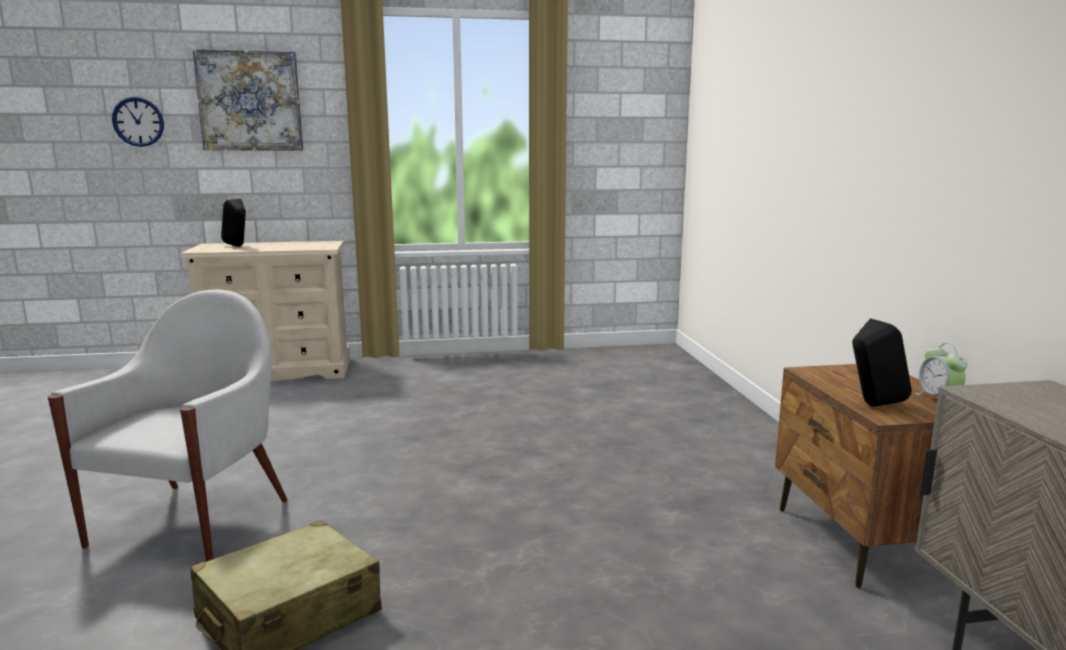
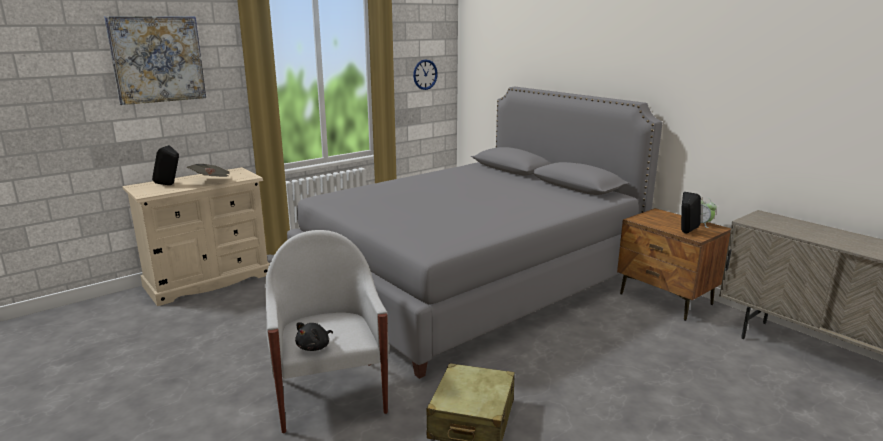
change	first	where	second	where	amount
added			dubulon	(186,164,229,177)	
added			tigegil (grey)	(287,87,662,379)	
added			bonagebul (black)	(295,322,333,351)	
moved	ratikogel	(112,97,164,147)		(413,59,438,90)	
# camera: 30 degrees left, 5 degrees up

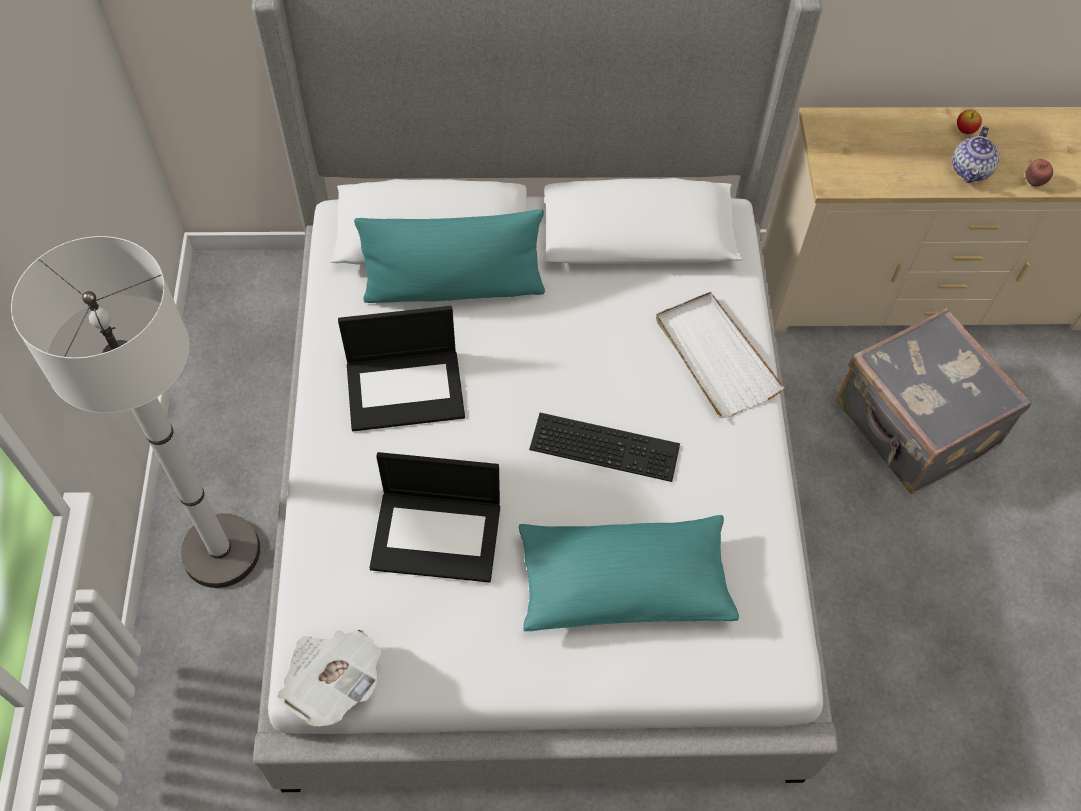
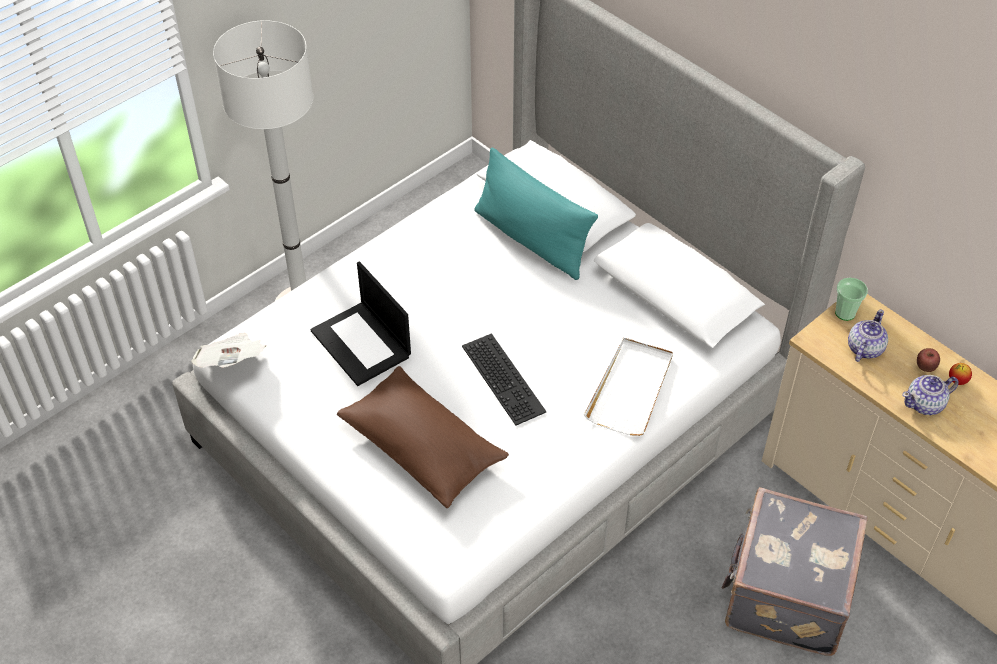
change	first	where	second	where	amount
removed	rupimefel	(338,306,465,431)			
added			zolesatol	(835,278,868,321)	
added			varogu	(848,310,888,362)	
moved	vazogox	(1025,159,1053,187)		(917,348,940,372)	
recoloured	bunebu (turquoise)	(519,515,739,631)	bunebu (brown)	(337,366,509,508)	
# camera: 50 degrees right, 10 degrees down

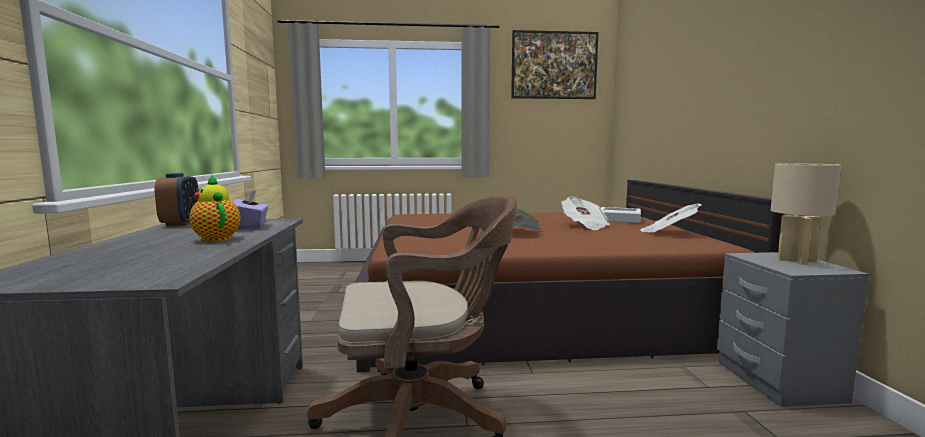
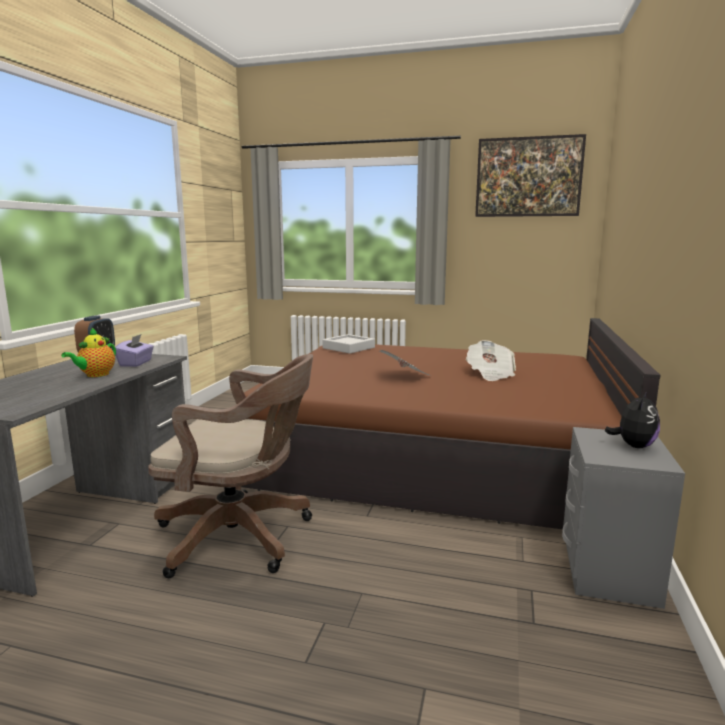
change	first	where	second	where	amount
removed	dubulon	(640,203,702,233)			
moved	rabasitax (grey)	(601,207,641,223)		(322,334,375,354)	
replaced	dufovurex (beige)	(771,163,841,265)	bonagebul	(605,391,660,448)	
turned	varogu	(189,175,241,242)		(61,328,116,377)	135 degrees counterclockwise
# camera: 20 degrees right, 5 degrees up

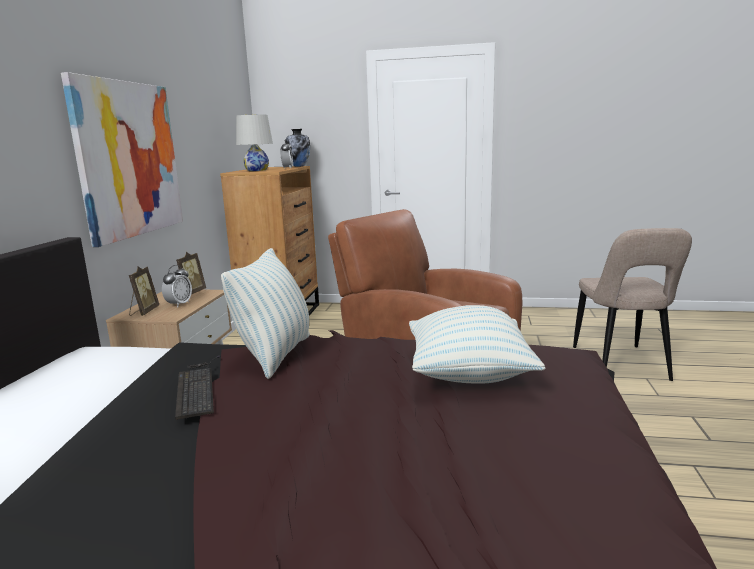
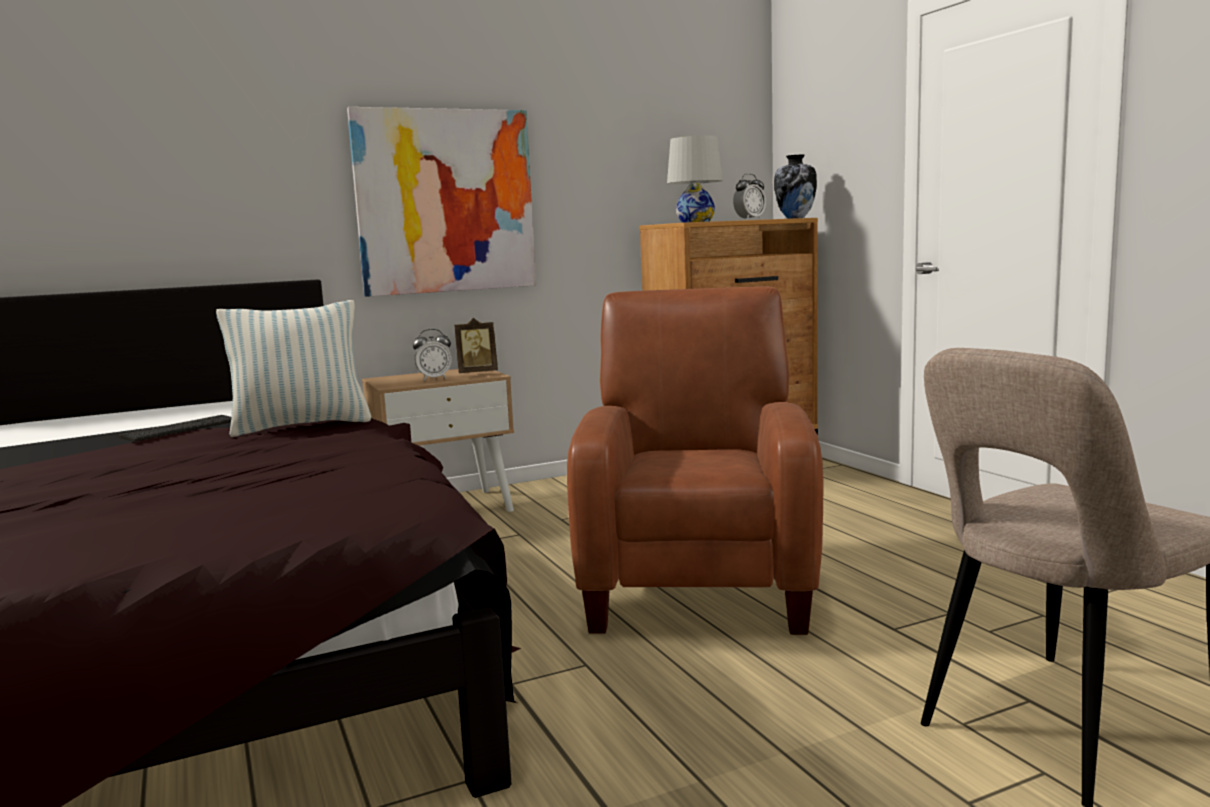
change	first	where	second	where	amount
removed	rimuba	(129,266,159,316)			
removed	bunebu	(409,305,546,384)			
# camera: 55 degrees right, 5 degrees down

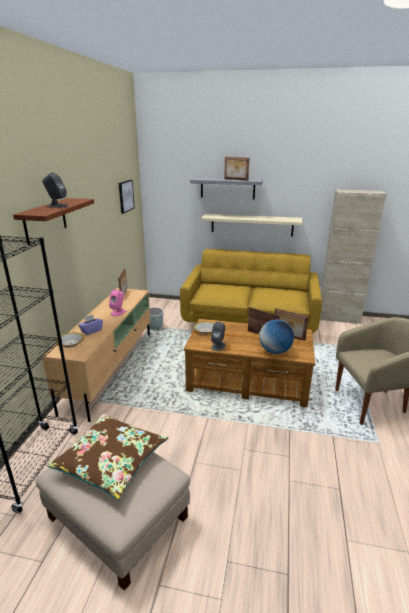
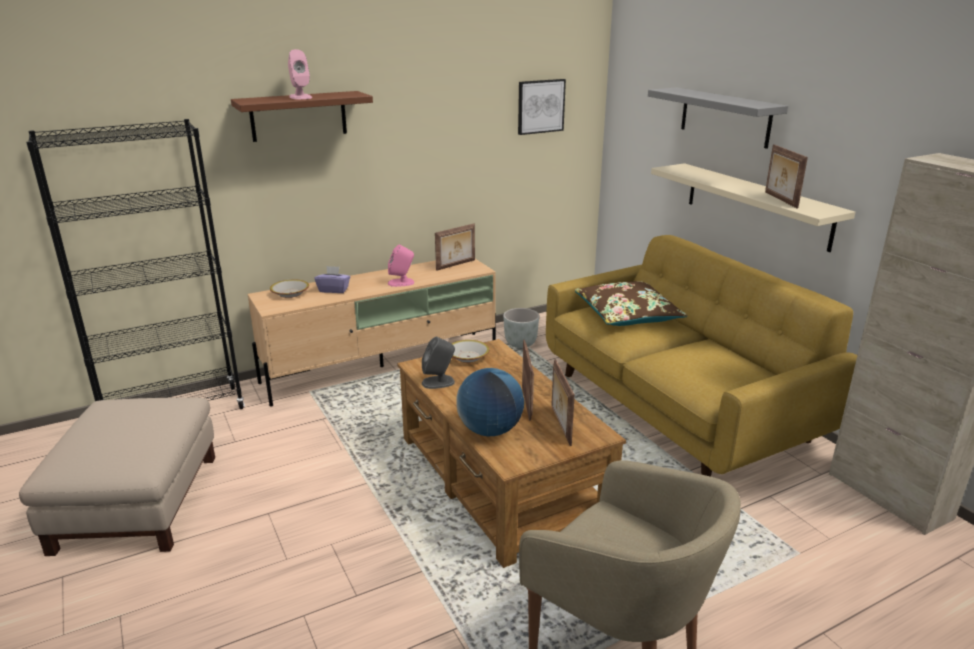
change	first	where	second	where	amount
moved	bunebu (brown)	(46,414,168,500)		(575,281,688,326)	
moved	rimuba	(224,157,249,181)		(765,144,808,208)	
recoloured	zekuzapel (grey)	(42,172,68,208)	zekuzapel (pink)	(288,49,312,99)	
# camera: 50 degrees right, 0 degrees up

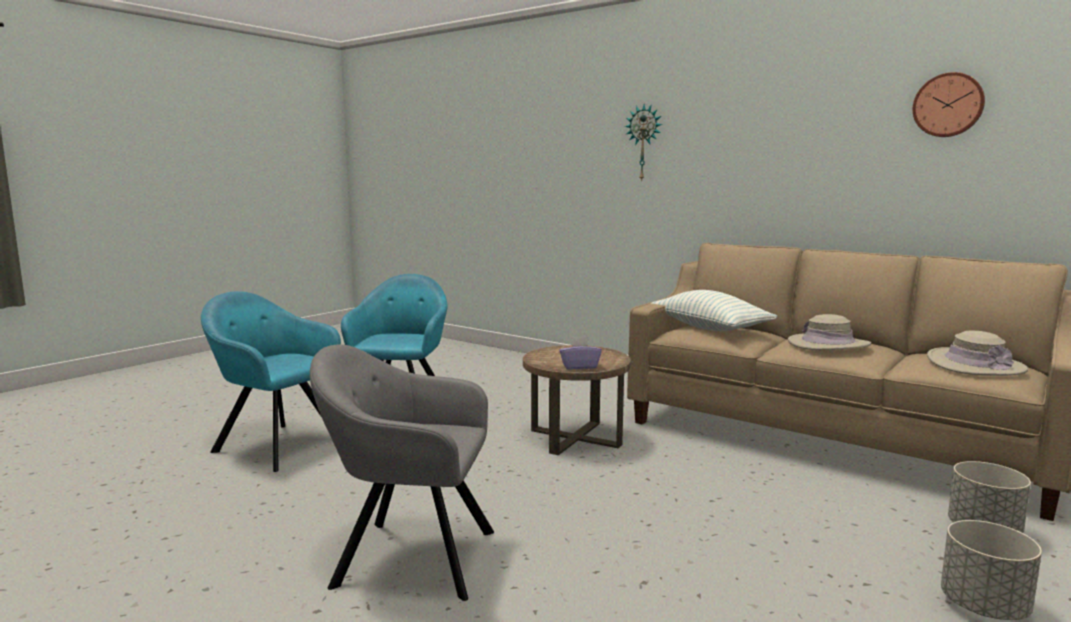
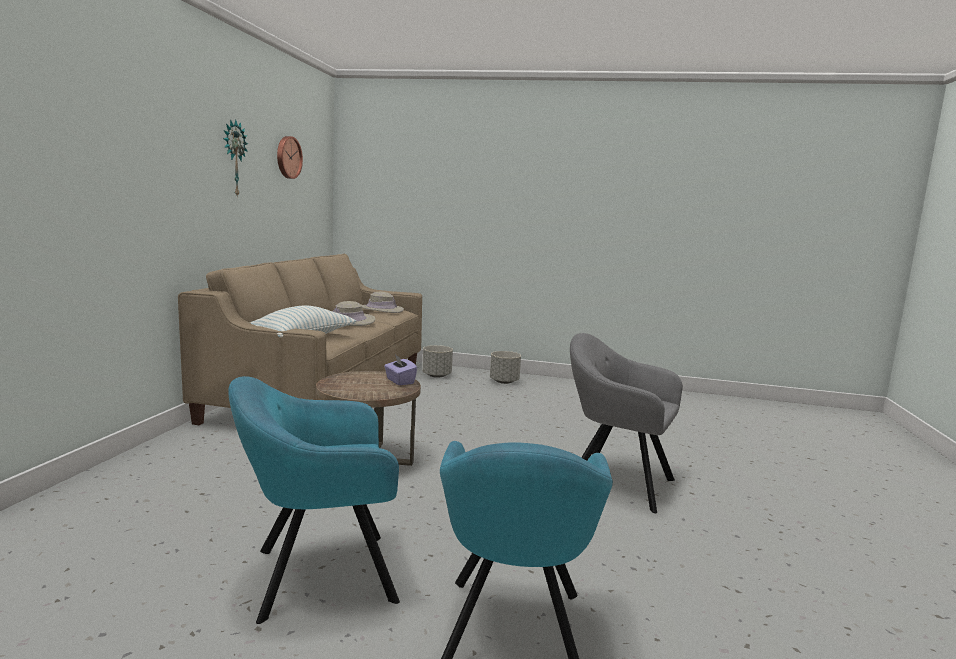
change	first	where	second	where	amount
moved	ratikogel	(625,104,663,182)		(223,119,248,198)	
turned	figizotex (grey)	(310,345,494,601)		(570,333,683,513)	135 degrees clockwise
# camera: 115 degrees left, 0 degrees up

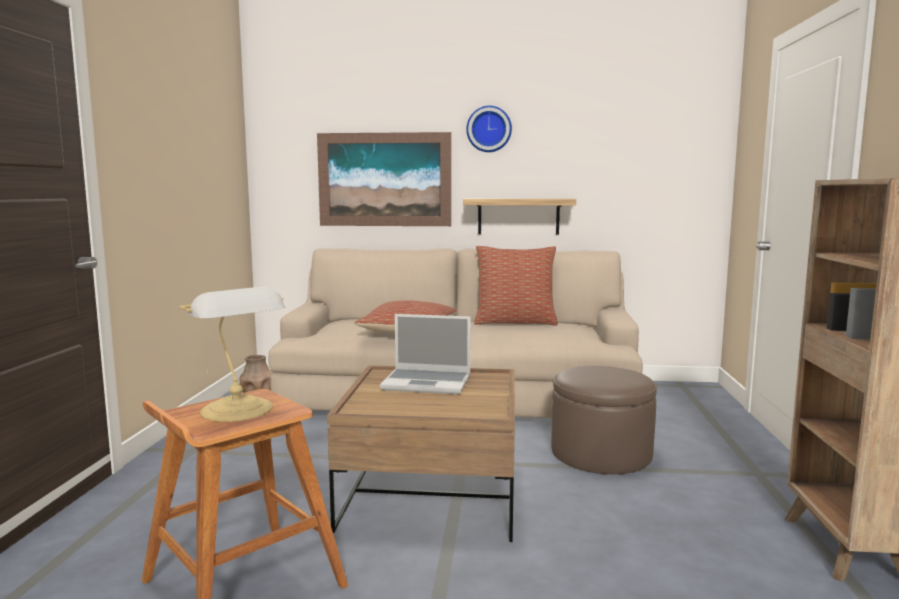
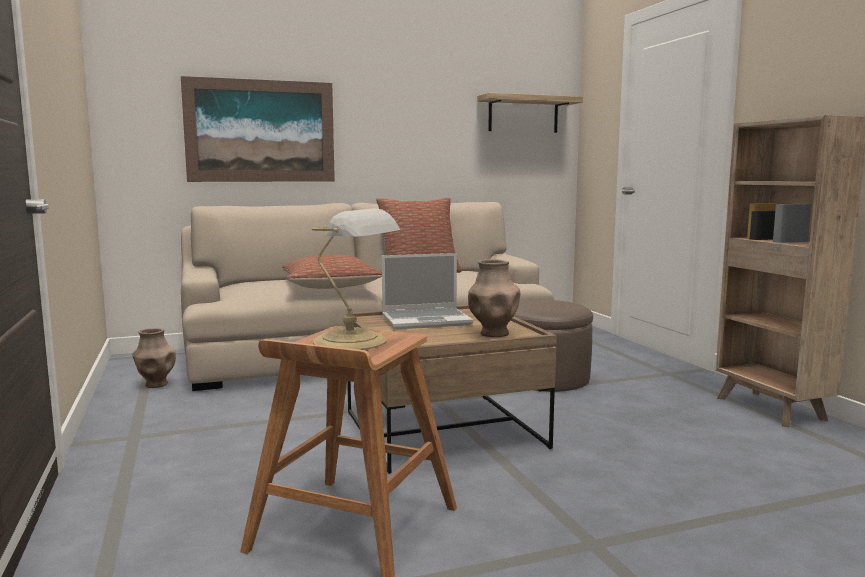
change	first	where	second	where	amount
removed	ratikogel	(466,106,512,152)			
added			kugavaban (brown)	(468,259,520,337)	
moved	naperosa	(463,198,576,235)		(477,93,583,133)	
# camera: 25 degrees left, 0 degrees up

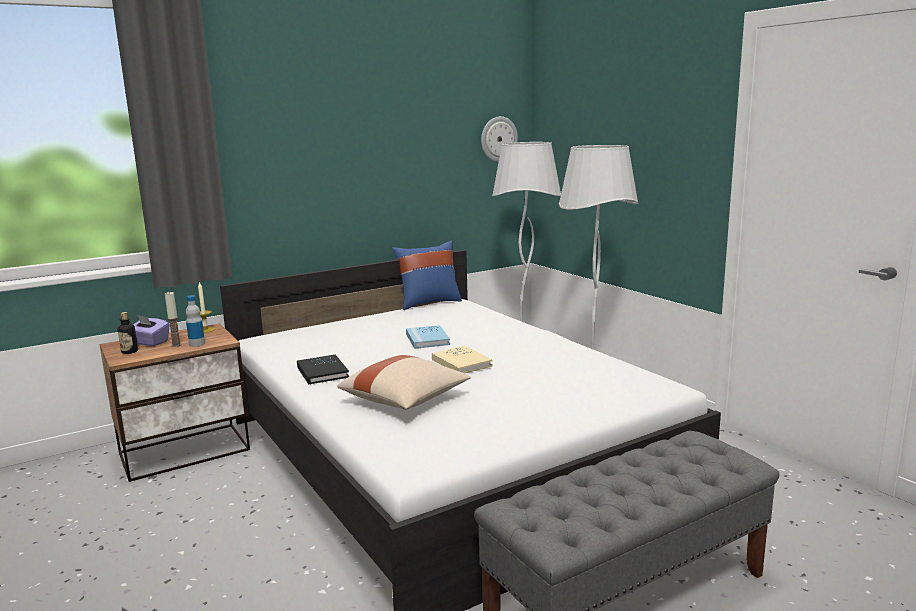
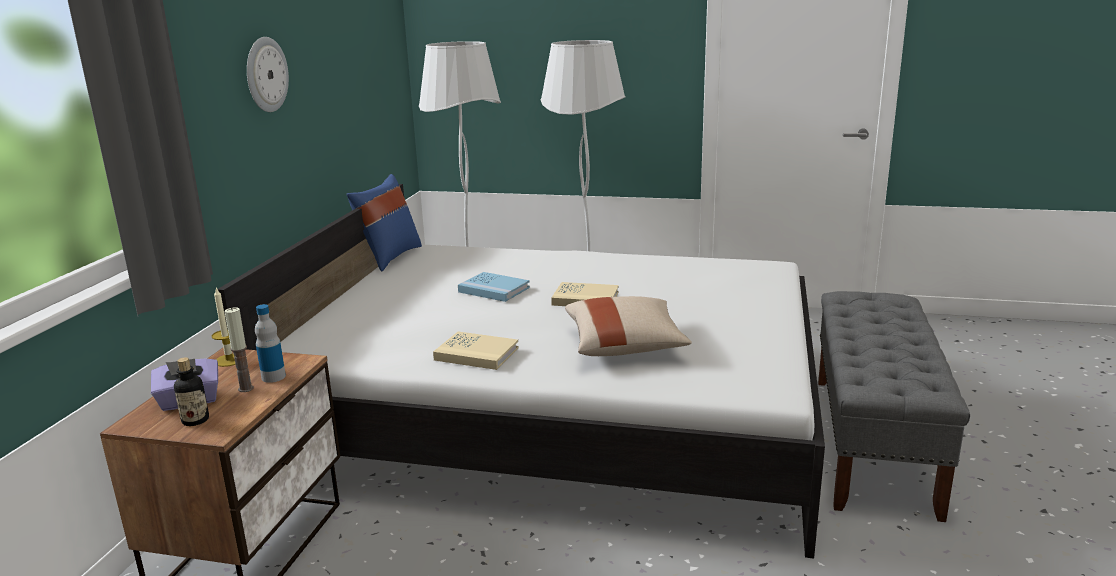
change	first	where	second	where	amount
moved	ratikogel	(481,116,518,162)		(247,37,289,112)	
recoloured	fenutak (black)	(297,355,349,385)	fenutak (beige)	(433,331,519,370)	
# camera: 45 degrees left, 5 degrees up

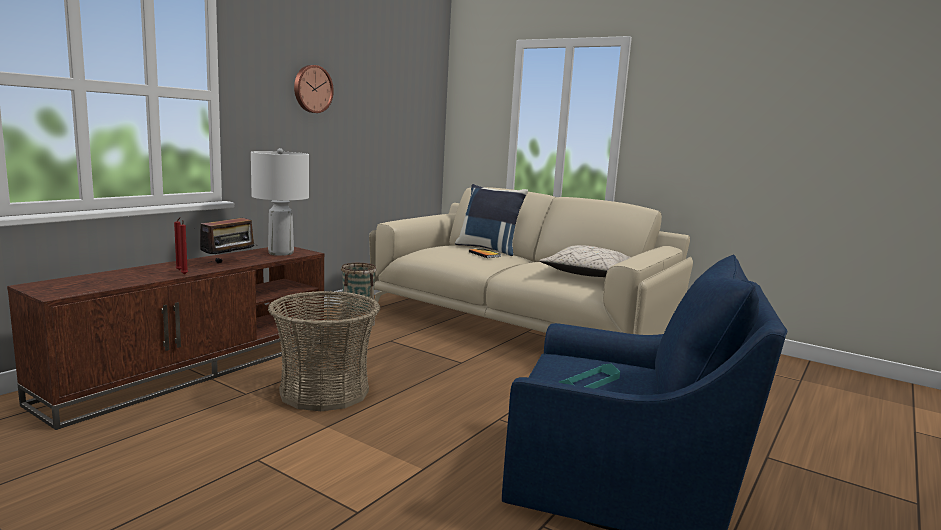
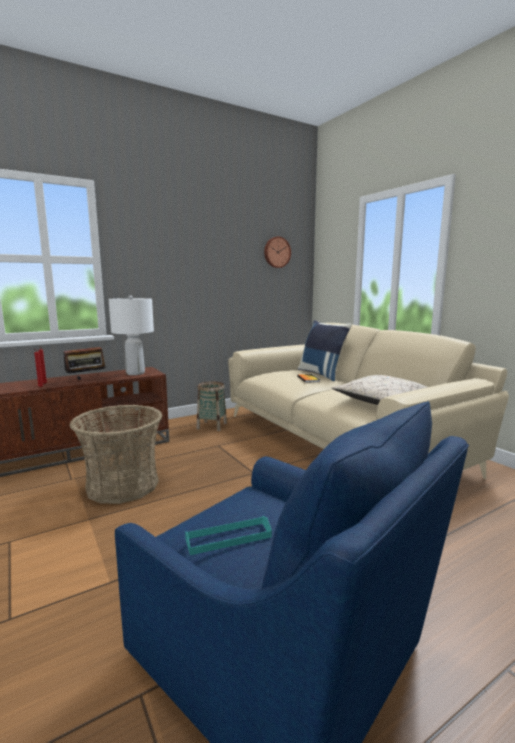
change	first	where	second	where	amount
moved	ratikogel	(294,65,334,113)		(264,237,291,268)	
# camera: 25 degrees right, 0 degrees up

